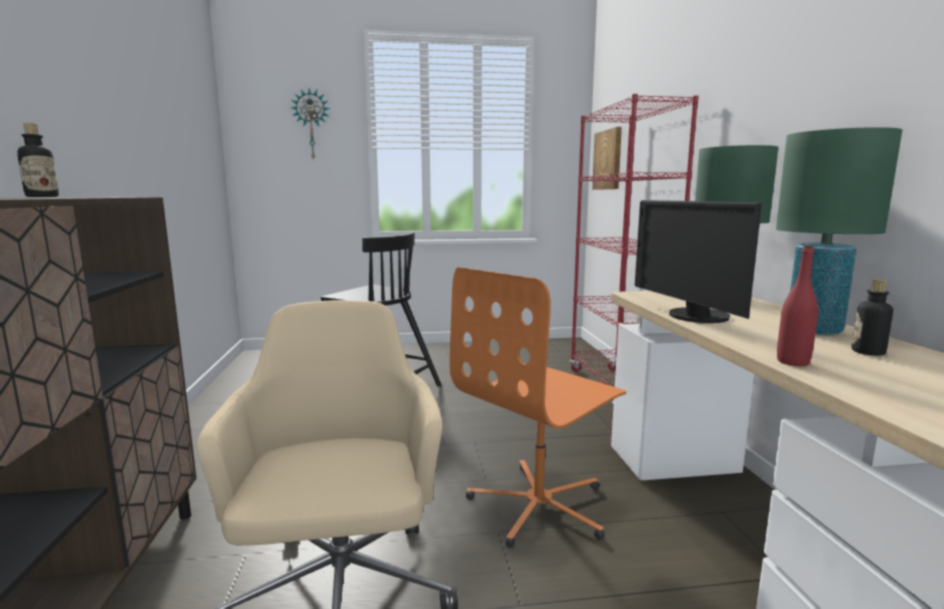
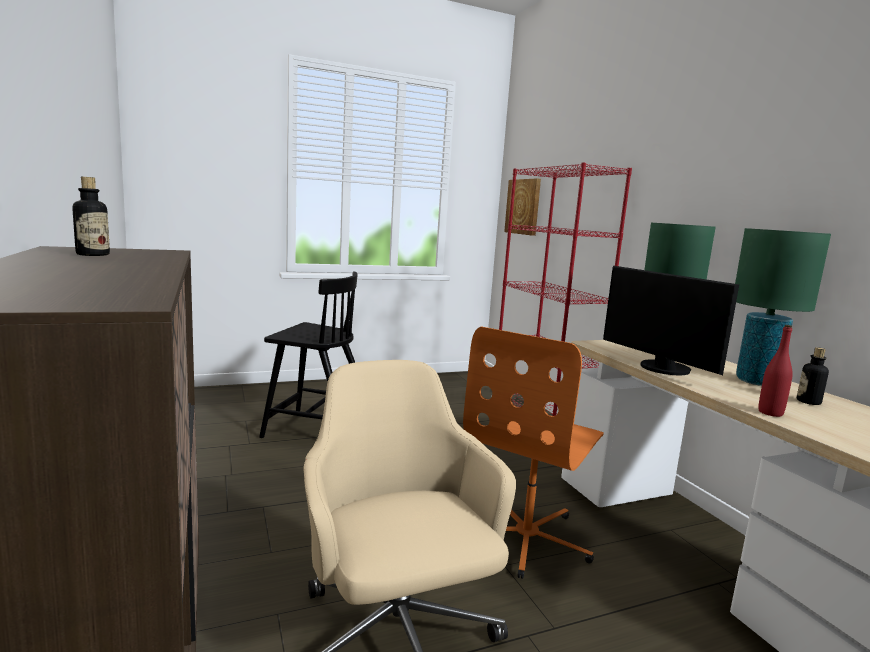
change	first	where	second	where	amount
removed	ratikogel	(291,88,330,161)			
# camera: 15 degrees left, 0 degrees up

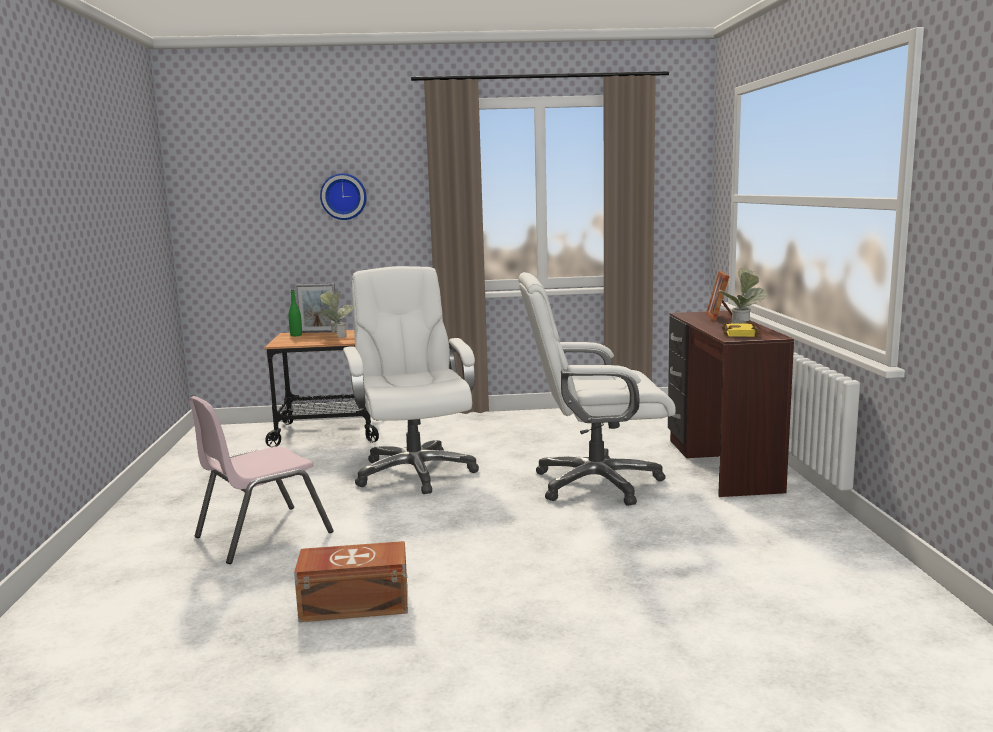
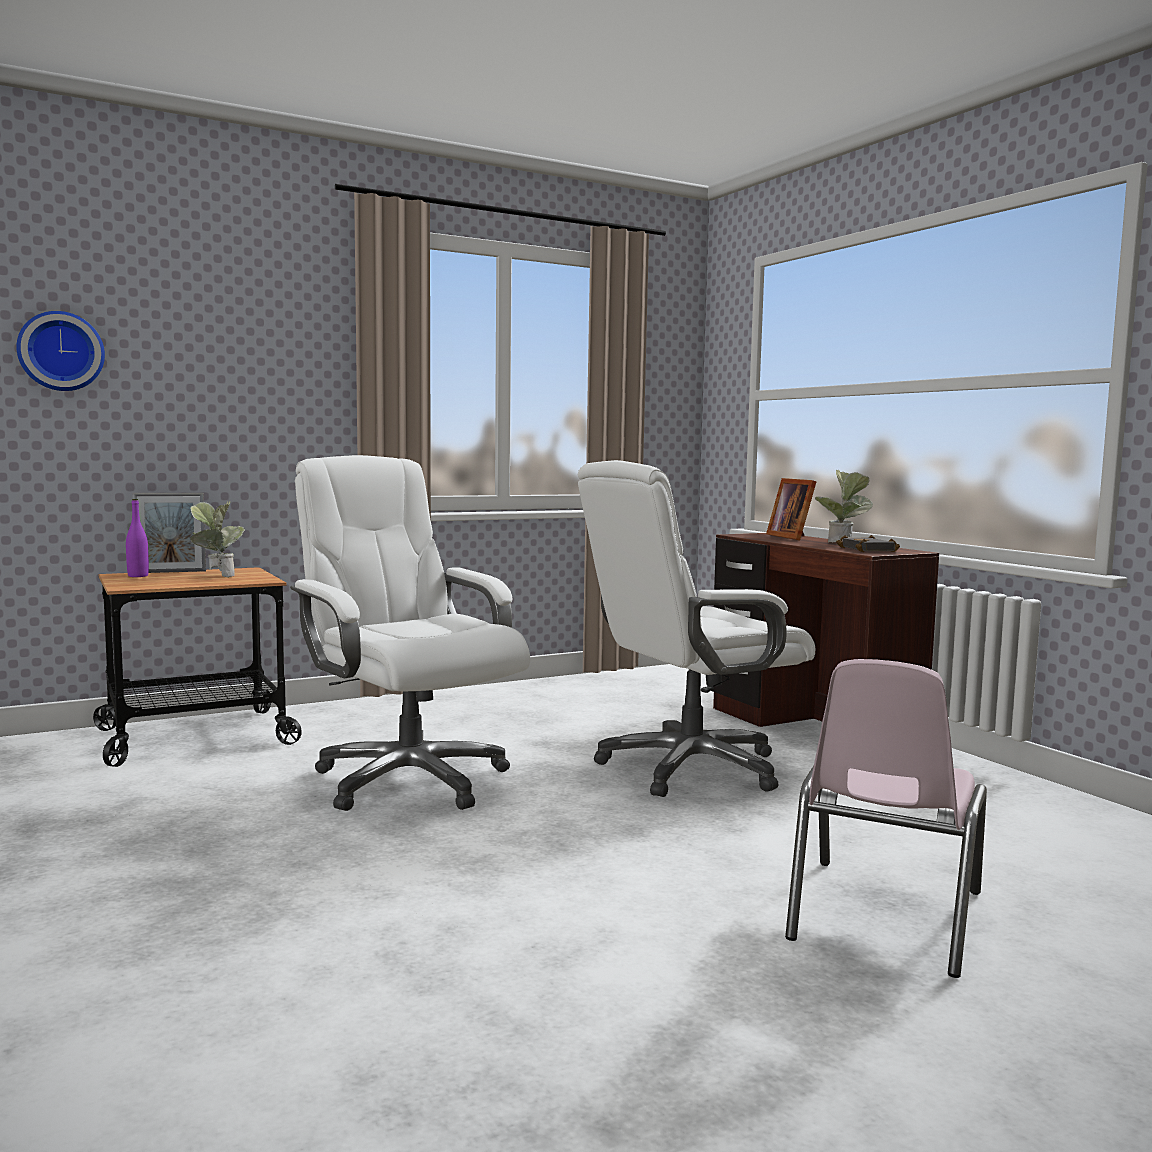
change	first	where	second	where	amount
removed	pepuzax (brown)	(294,541,408,622)			
moved	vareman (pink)	(188,396,334,564)		(785,659,987,978)	
moved	ratikogel	(320,173,367,220)		(16,311,105,391)	
recoloured	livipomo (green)	(289,290,302,336)	livipomo (purple)	(126,499,149,577)	
recoloured	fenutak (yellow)	(722,322,760,337)	fenutak (black)	(837,535,900,552)	
# camera: 25 degrees left, 5 degrees down

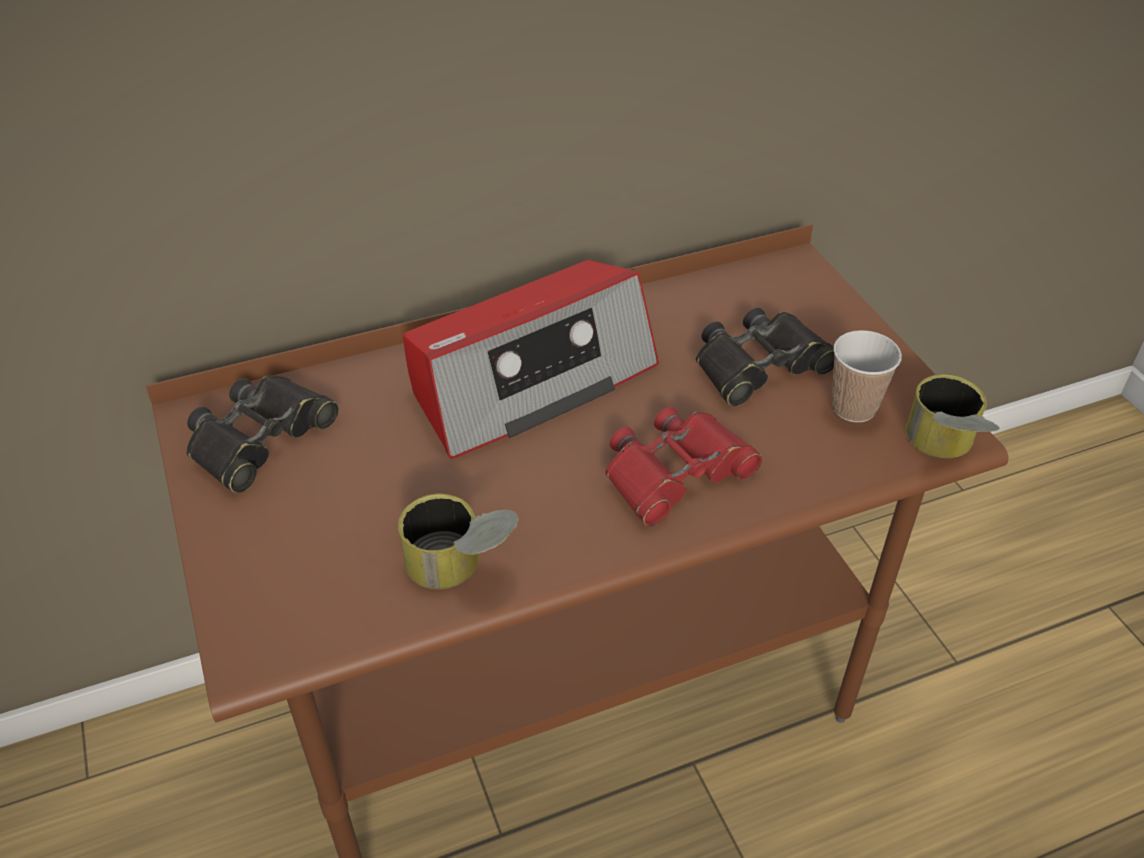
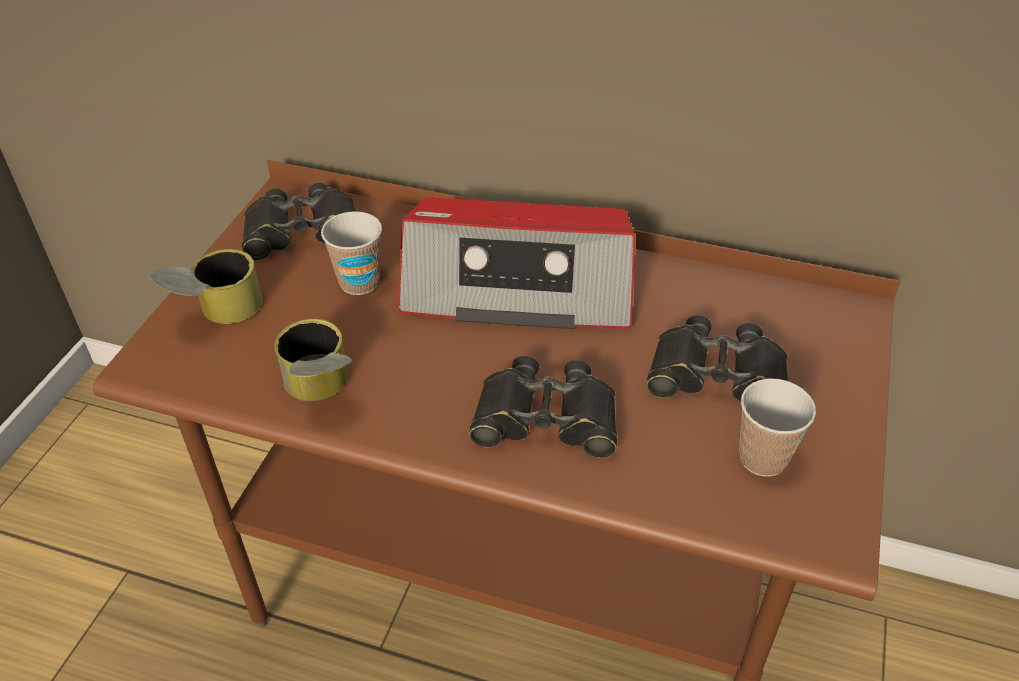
change	first	where	second	where	amount
added			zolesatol	(321,211,382,295)	
moved	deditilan	(905,374,999,458)		(149,249,263,324)	
recoloured	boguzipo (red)	(605,407,762,526)	boguzipo (black)	(469,356,617,458)	
# camera: 40 degrees right, 0 degrees up

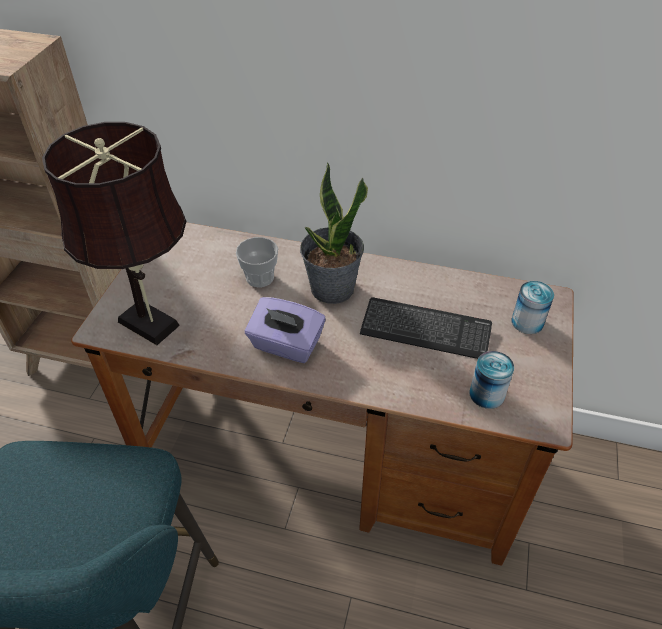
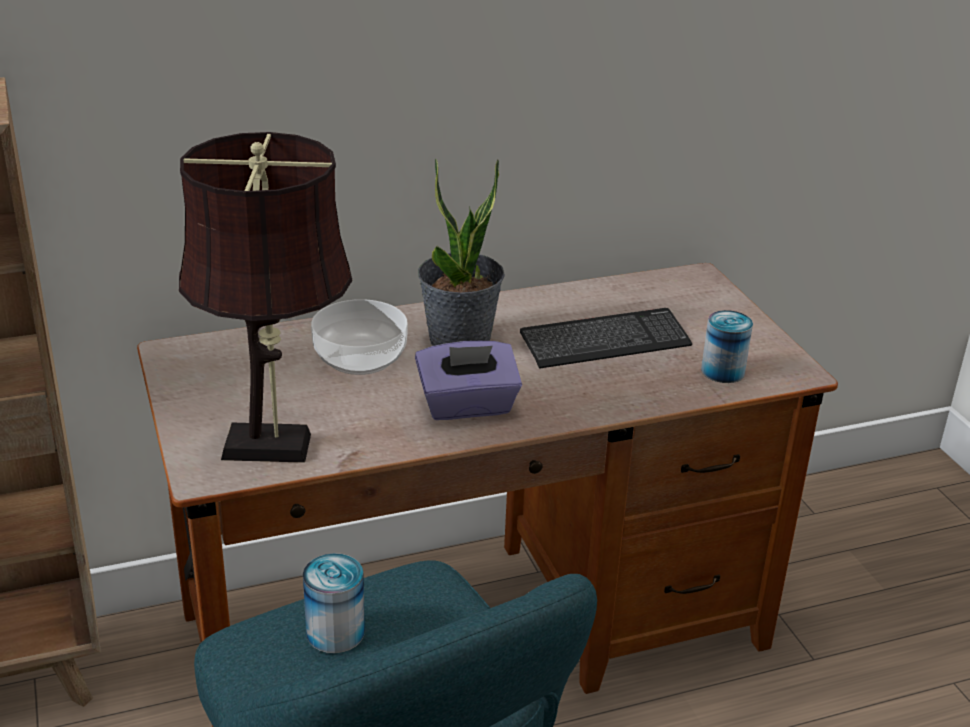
change	first	where	second	where	amount
moved	deditilan	(511,281,554,334)		(303,553,365,653)	
replaced	zolesatol	(236,237,278,287)	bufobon	(311,299,408,375)	
# camera: 35 degrees left, 15 degrees down

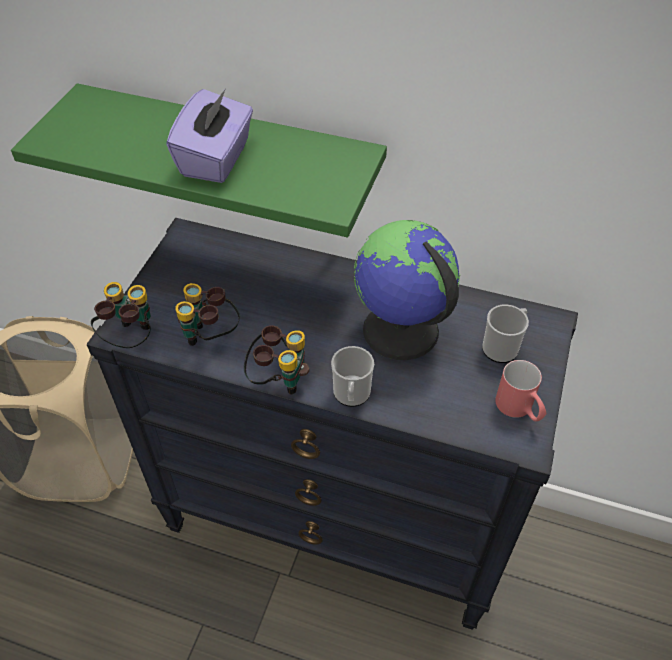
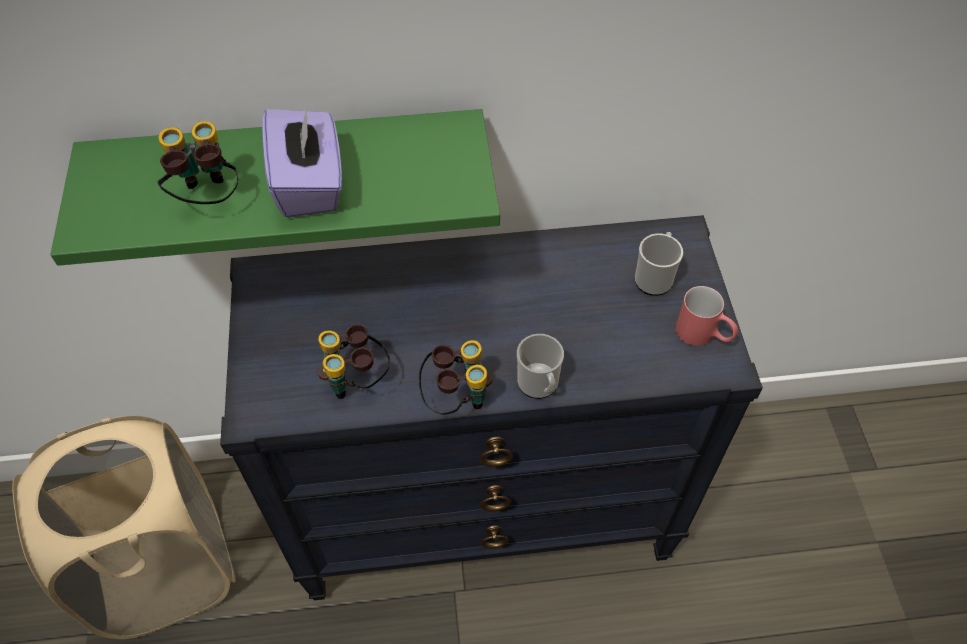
change	first	where	second	where	amount
removed	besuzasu	(354,220,460,360)			
moved	boguzipo	(91,282,151,348)		(158,121,238,204)	
# camera: 25 degrees left, 5 degrees up

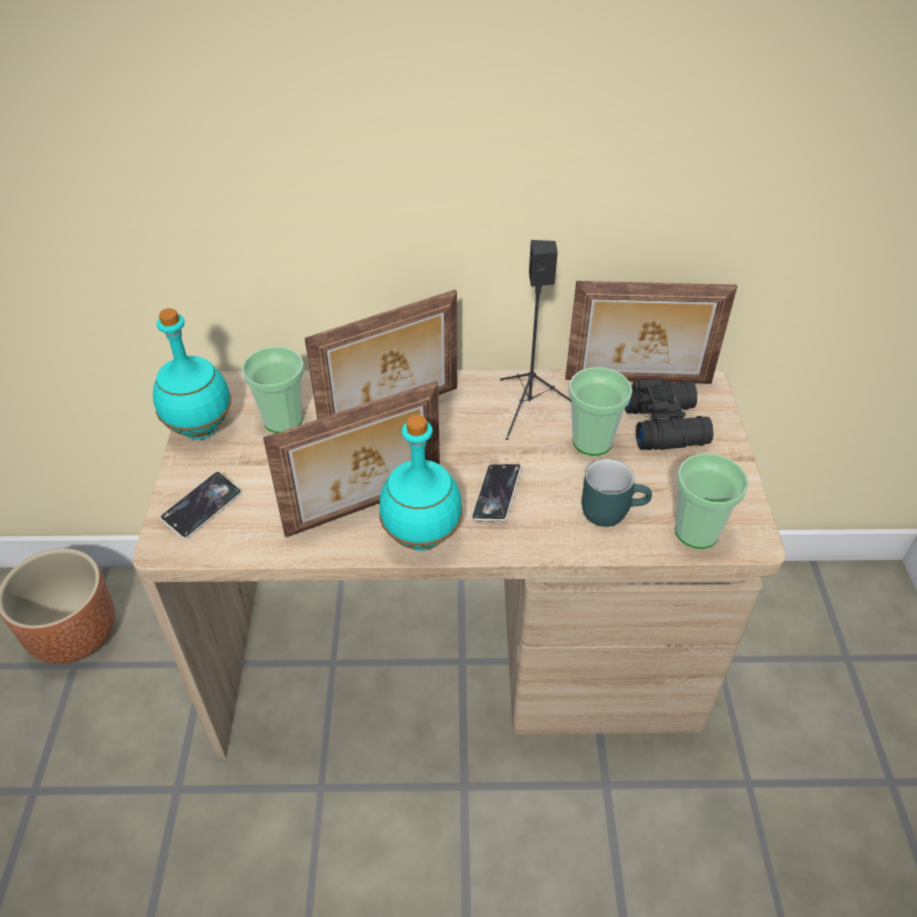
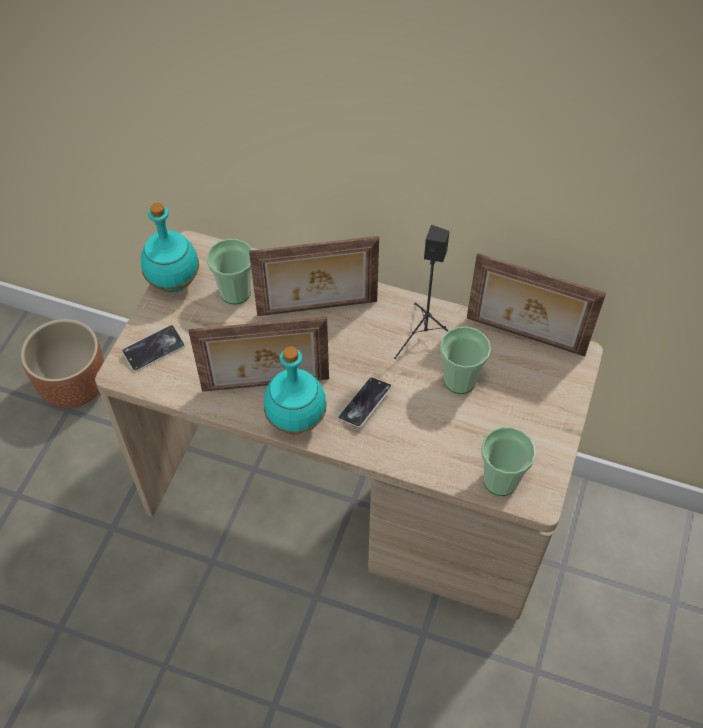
change	first	where	second	where	amount
removed	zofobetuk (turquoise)	(582,459,652,527)			
removed	boguzipo (black)	(625,379,713,450)			
# camera: 20 degrees right, 10 degrees up

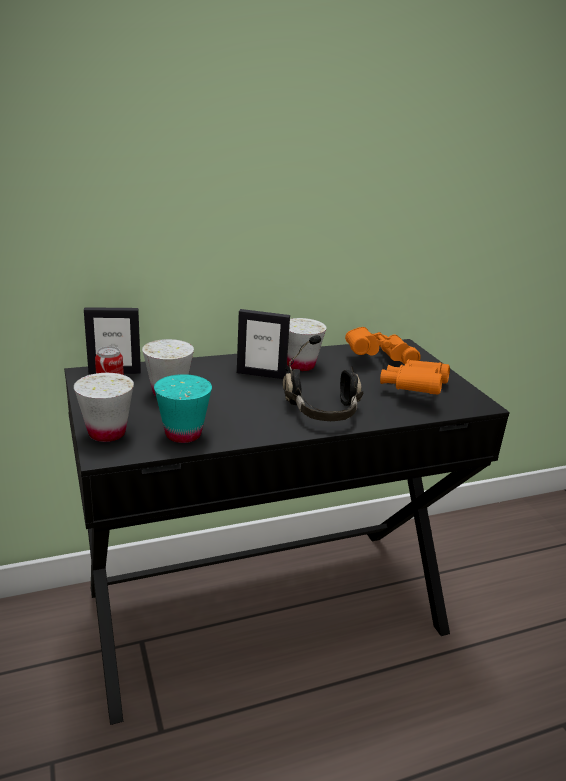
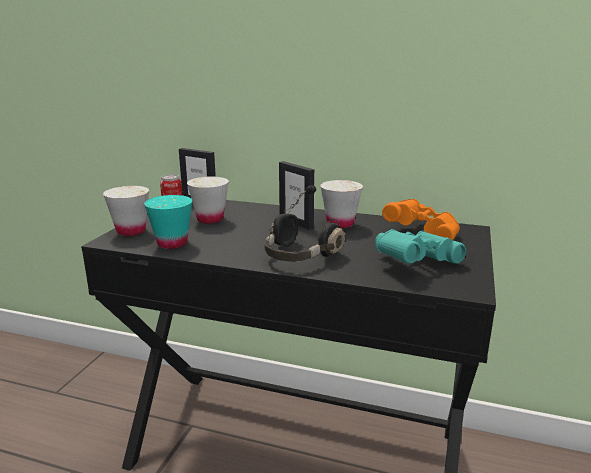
change	first	where	second	where	amount
recoloured	boguzipo (orange)	(380,359,450,394)	boguzipo (turquoise)	(375,229,466,264)	
# camera: 40 degrees right, 5 degrees down

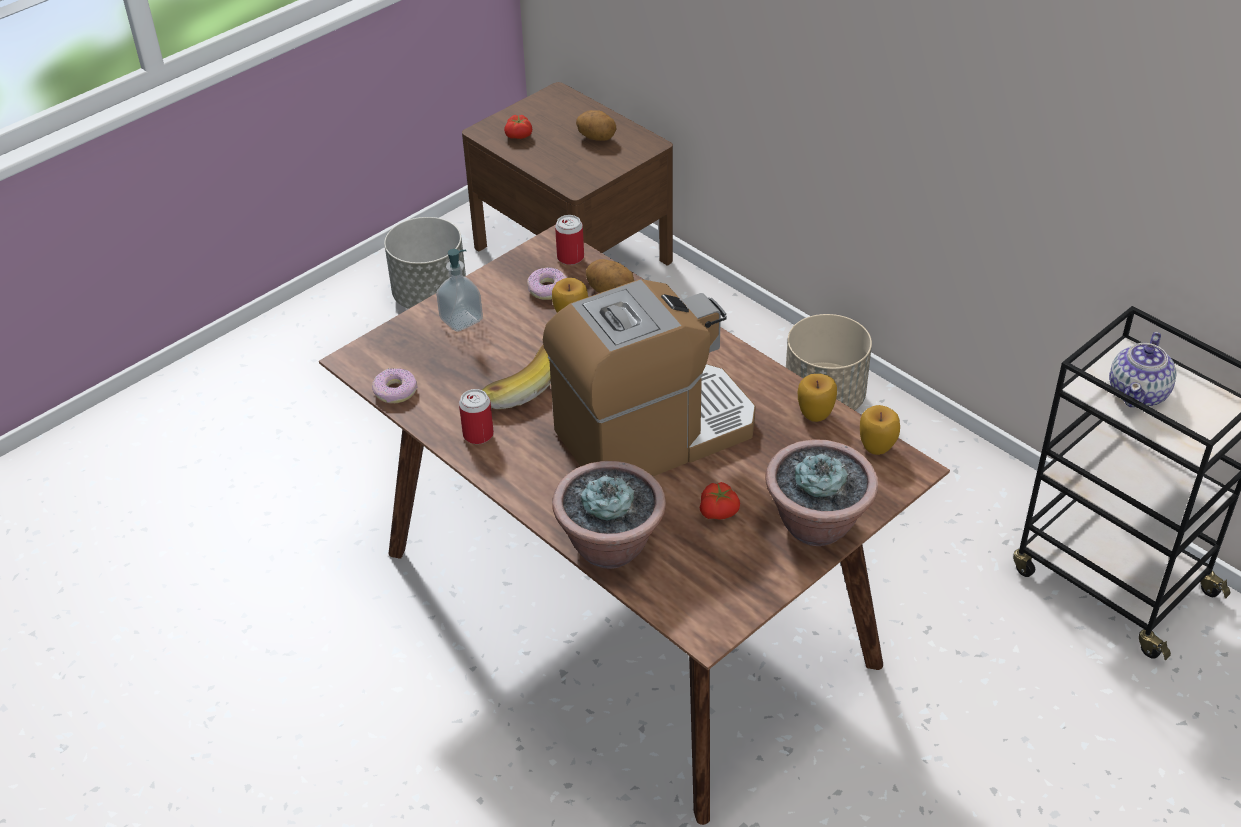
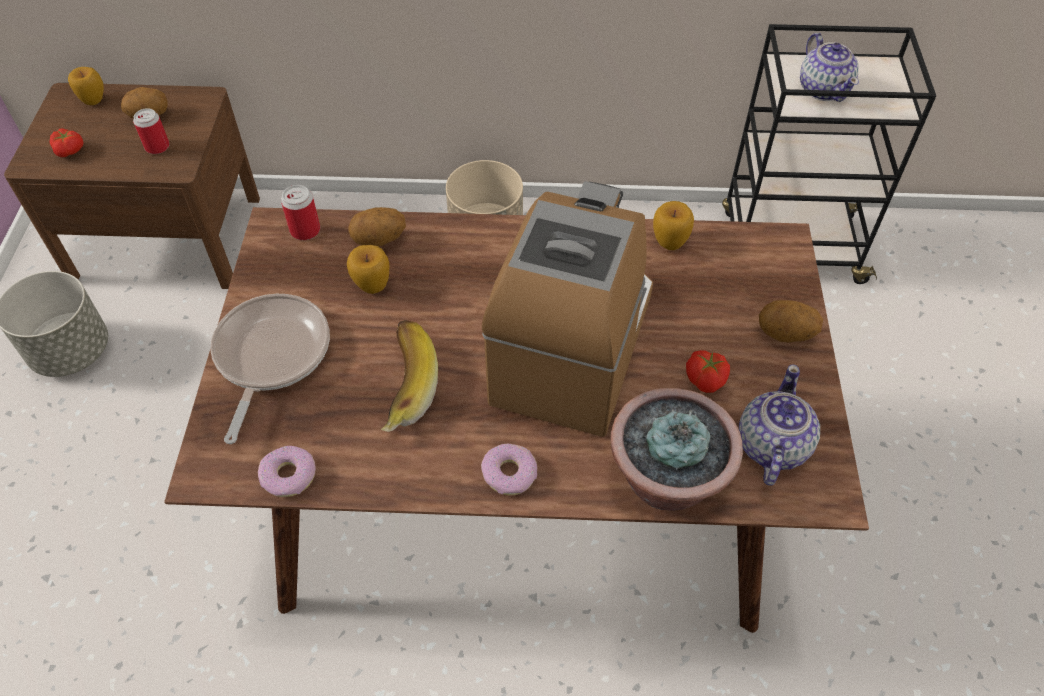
change	first	where	second	where	amount
added			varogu	(739,364,820,486)	
moved	deditilan	(459,389,494,444)		(133,108,170,154)	
moved	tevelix	(527,267,567,300)		(481,444,537,495)	
moved	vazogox	(860,405,900,455)		(68,67,104,105)	
replaced	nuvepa	(436,249,483,332)	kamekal	(210,294,330,444)	
replaced	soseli	(765,439,878,546)	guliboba	(759,300,823,343)	
# camera: 45 degrees left, 10 degrees up

